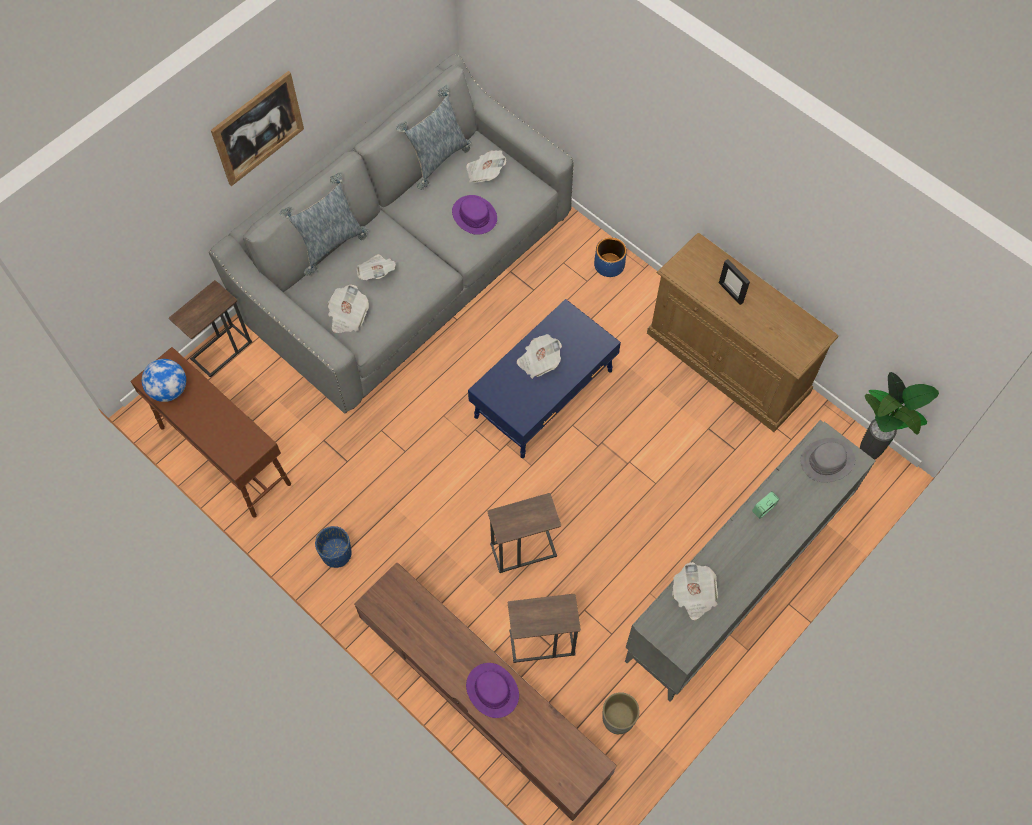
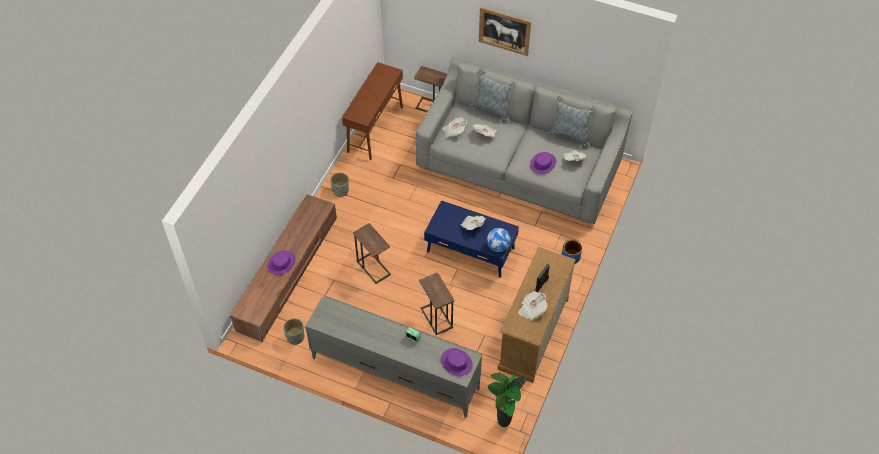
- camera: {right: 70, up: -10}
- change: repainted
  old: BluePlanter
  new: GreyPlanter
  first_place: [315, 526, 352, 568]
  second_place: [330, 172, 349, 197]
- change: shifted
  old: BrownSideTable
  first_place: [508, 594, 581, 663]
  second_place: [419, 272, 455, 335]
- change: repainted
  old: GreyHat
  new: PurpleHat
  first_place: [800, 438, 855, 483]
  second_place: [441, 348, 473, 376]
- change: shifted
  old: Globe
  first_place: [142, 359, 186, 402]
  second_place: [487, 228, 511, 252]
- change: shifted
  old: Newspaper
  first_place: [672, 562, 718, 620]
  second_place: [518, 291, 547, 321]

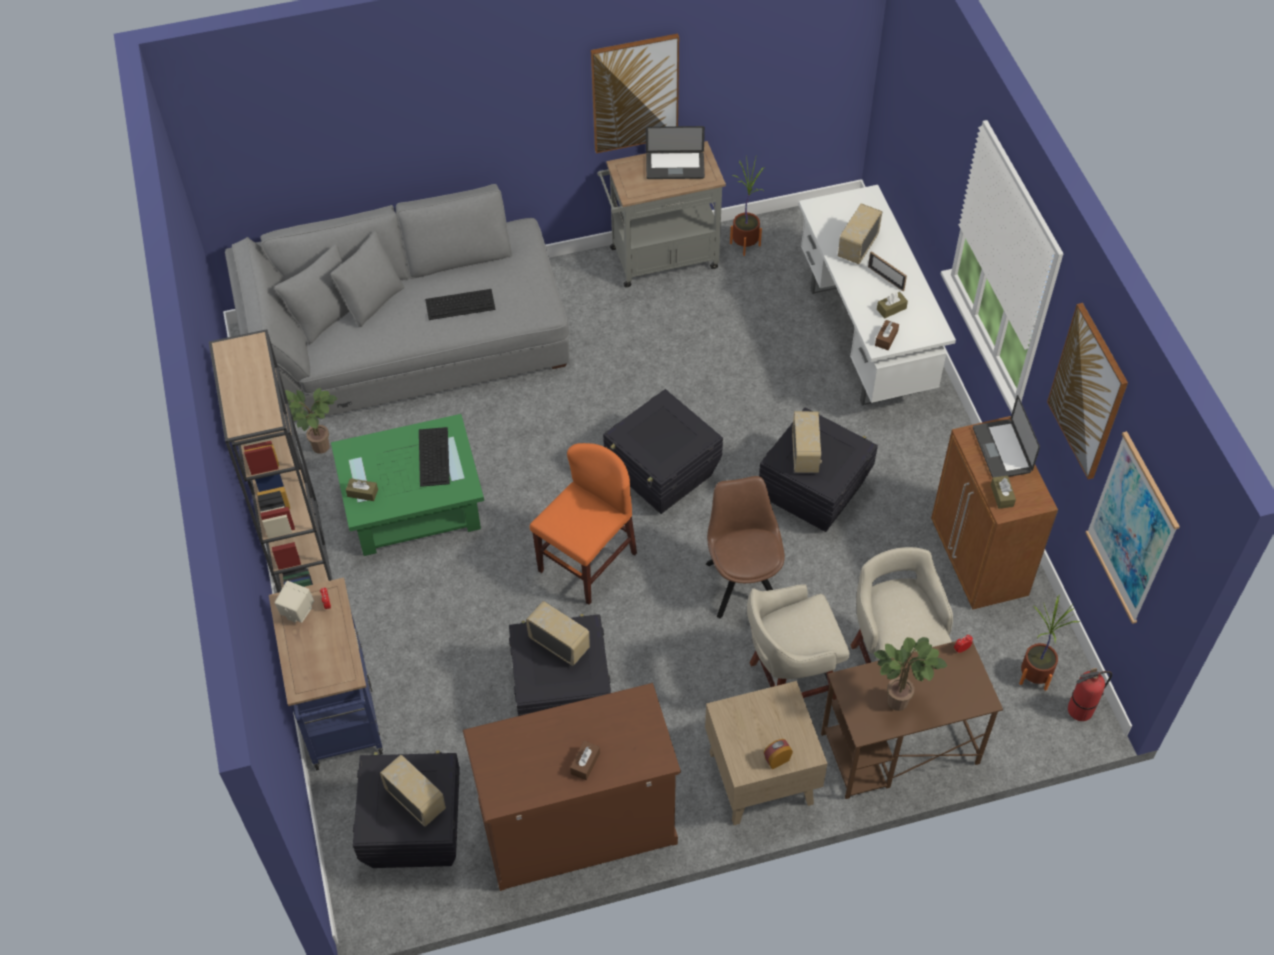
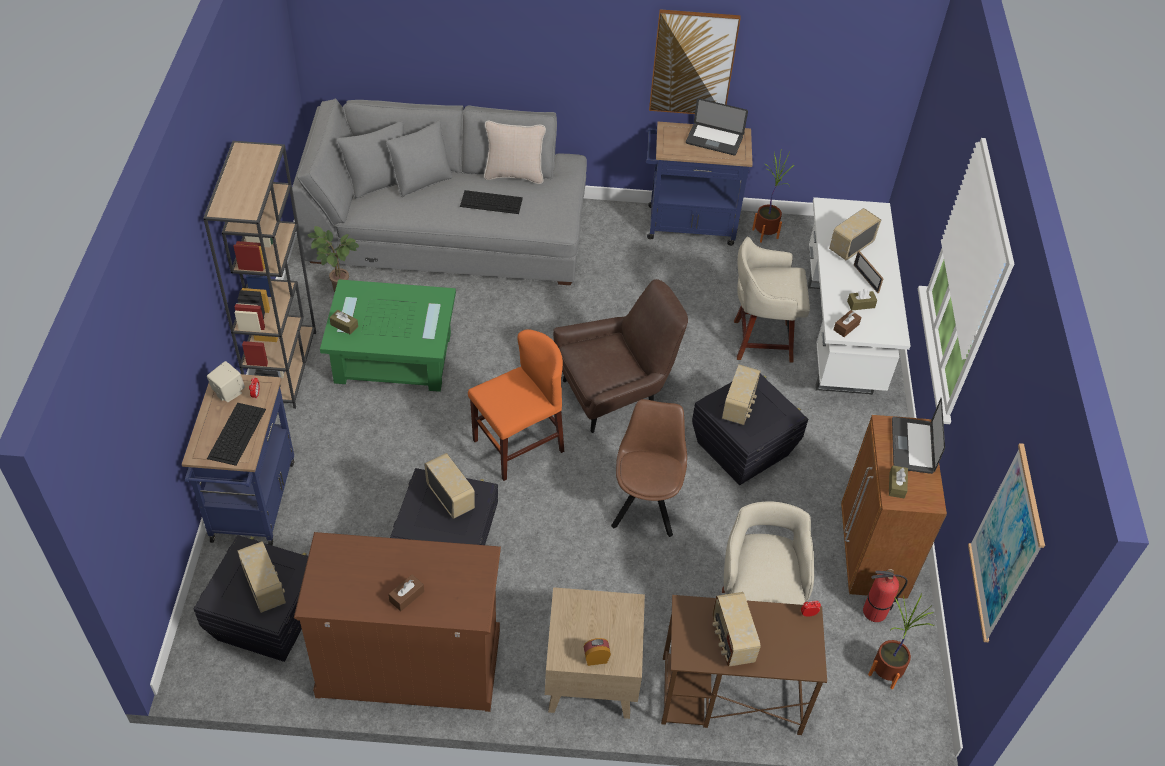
- camera: {right: 15, up: -5}
- change: shifted
  old: Keyboard
  first_place: [419, 427, 450, 487]
  second_place: [207, 403, 266, 466]
- change: new
  new: BeigePillow
  second_place: [484, 121, 546, 184]
- change: swapped
  old: BlackStorageBox
  new: BrownArmchair
  first_place: [603, 389, 723, 514]
  second_place: [553, 279, 688, 433]
- change: repainted
  old: GreyCart
  new: BlueCart
  first_place: [597, 141, 726, 288]
  second_place: [646, 122, 753, 246]
- change: swapped
  old: PottedPlant
  new: Radio
  first_place: [874, 637, 947, 711]
  second_place: [712, 592, 760, 667]
- change: shifted
  old: BeigeStool
  first_place: [747, 584, 849, 700]
  second_place: [734, 237, 810, 363]
- change: shifted
  old: FireExtinguisher
  first_place: [1068, 668, 1112, 721]
  second_place: [863, 569, 908, 622]
- change: gone
  old: Picture
  first_place: [1047, 303, 1128, 479]

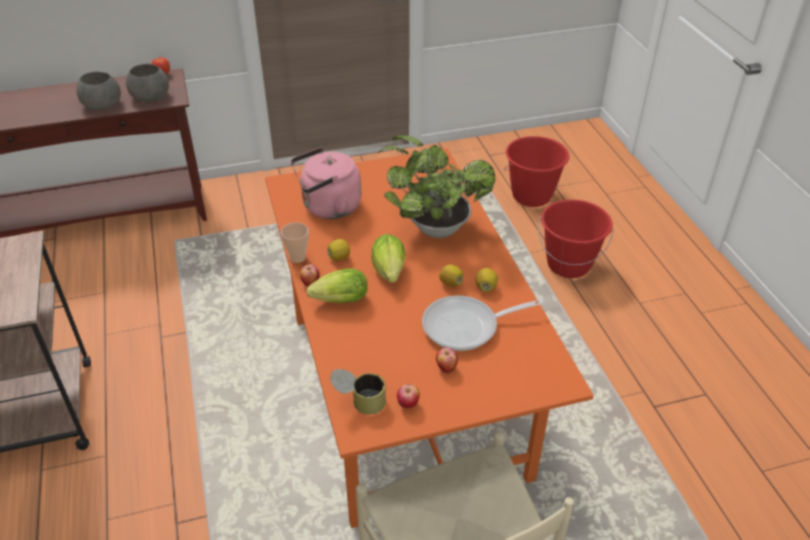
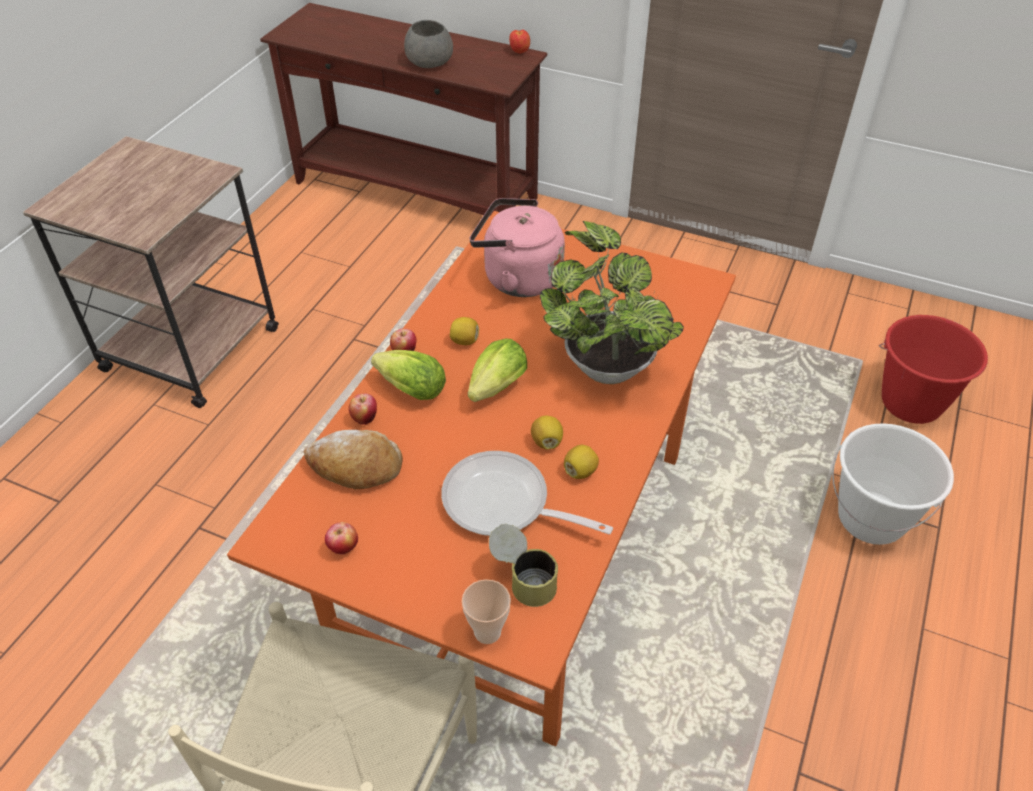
- camera: {right: 40, up: 5}
- change: new
  new: Bread
  second_place: [304, 430, 403, 489]
- change: shifted
  old: Apple
  first_place: [436, 348, 458, 373]
  second_place: [349, 394, 377, 425]
- change: shifted
  old: Cup
  first_place: [281, 222, 309, 263]
  second_place: [462, 579, 511, 644]
- change: shifted
  old: Can
  first_place: [330, 369, 386, 415]
  second_place: [489, 524, 558, 607]
- change: repainted
  old: RedBucket
  new: WhiteBucket
  first_place: [538, 199, 614, 278]
  second_place: [832, 423, 954, 545]
- change: gone
  old: GreyBowl
  first_place: [126, 64, 169, 102]

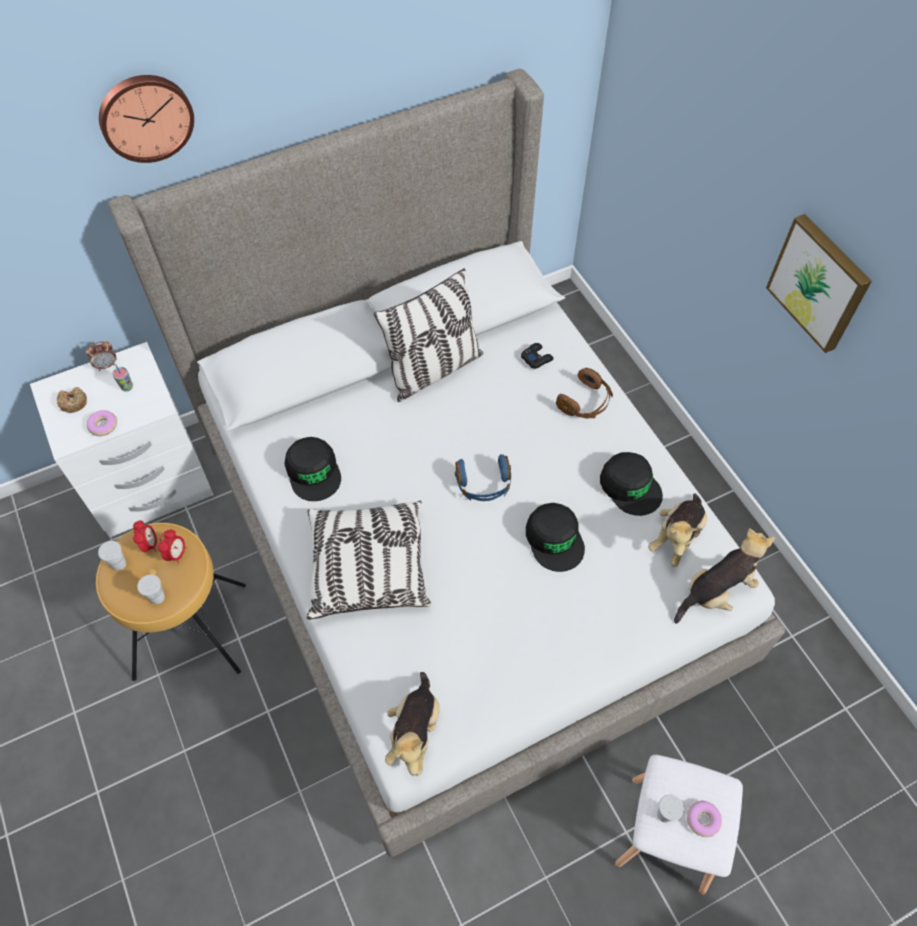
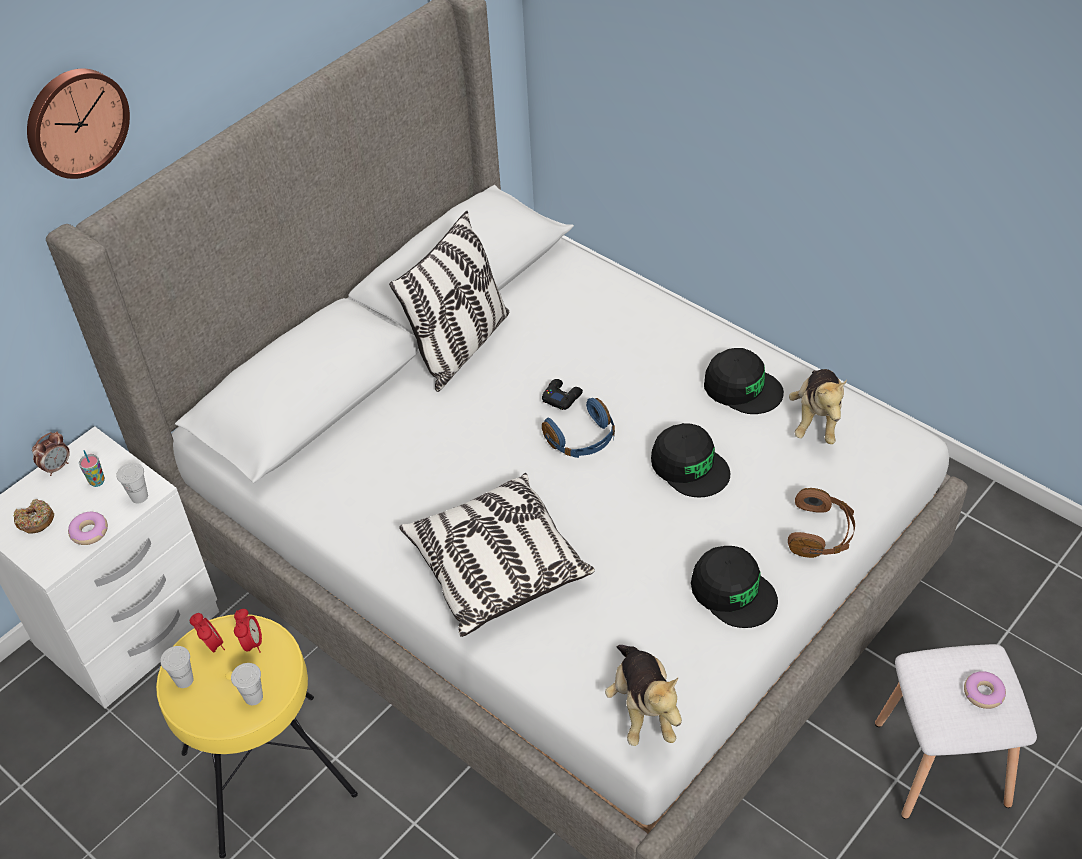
- camera: {right: -20, up: -10}
- change: shifted
  old: WhiteCup
  first_place: [657, 795, 684, 823]
  second_place: [116, 463, 148, 503]
- change: repainted
  old: BrownStool
  new: YellowStool
  first_place: [96, 523, 246, 681]
  second_place: [156, 614, 358, 858]
- change: shifted
  old: BlackGameController
  first_place: [521, 343, 554, 369]
  second_place: [542, 379, 583, 410]
- change: shifted
  old: BlackCap
  first_place: [284, 437, 341, 501]
  second_place: [691, 546, 778, 628]
- change: shifted
  old: BrownHeadphones
  first_place: [556, 368, 613, 418]
  second_place: [788, 488, 855, 558]
- change: gone
  old: PlushToy
  first_place: [674, 528, 775, 624]
- change: gone
  old: Picture
  first_place: [766, 214, 872, 353]

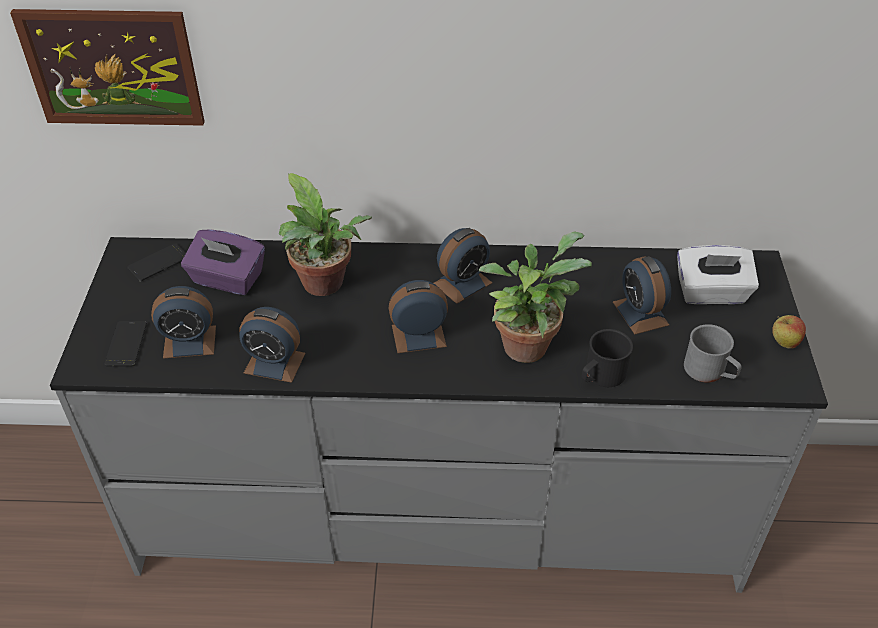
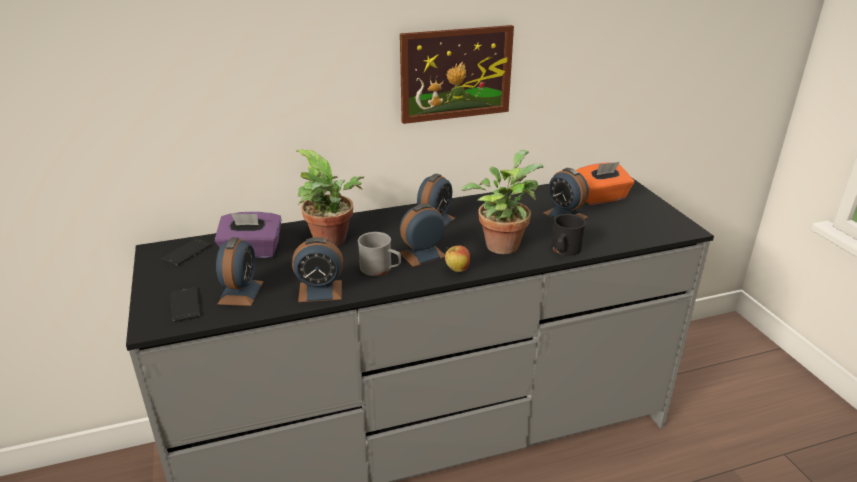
- camera: {right: -20, up: -15}
- change: rotated
  old: AlarmClock
  first_place: [151, 286, 216, 358]
  second_place: [216, 237, 263, 306]
  degrees: -60
- change: shifted
  old: GreyMug
  first_place: [684, 324, 742, 383]
  second_place: [358, 232, 401, 276]
- change: shifted
  old: Picture
  first_place: [10, 9, 205, 126]
  second_place: [400, 25, 514, 124]
- change: shifted
  old: Apple
  first_place: [772, 315, 806, 349]
  second_place: [445, 245, 470, 272]
- change: repainted
  old: WhiteTissueBox
  new: OrangeTissueBox
  first_place: [677, 245, 759, 304]
  second_place: [576, 162, 634, 205]

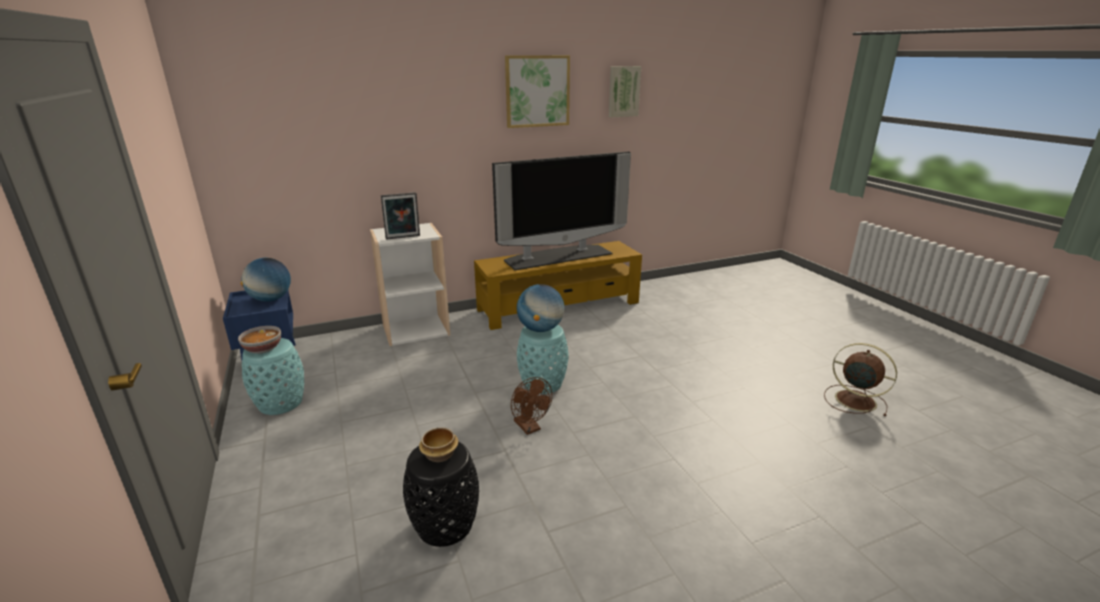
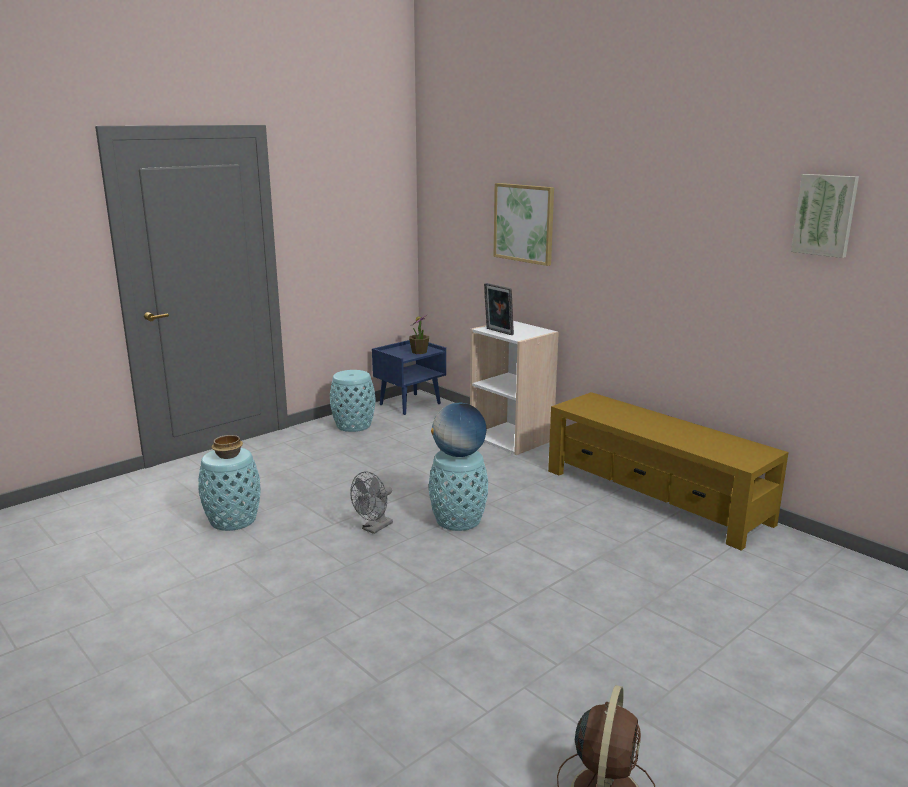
- camera: {right: 70, up: -5}
- change: repainted
  old: BlackStool
  new: TurquoiseStool
  first_place: [403, 442, 479, 547]
  second_place: [198, 448, 261, 531]
- change: repainted
  old: BrownFan
  new: GreyFan
  first_place: [511, 377, 552, 435]
  second_place: [350, 472, 393, 534]
- change: swapped
  old: Globe
  new: PottedPlant
  first_place: [241, 258, 291, 302]
  second_place: [409, 315, 429, 354]
- change: shifted
  old: Picture
  first_place: [505, 55, 570, 128]
  second_place: [493, 183, 554, 266]
- change: gone
  old: Bowl
  first_place: [238, 326, 281, 354]
- change: gone
  old: Television
  first_place: [492, 151, 631, 270]

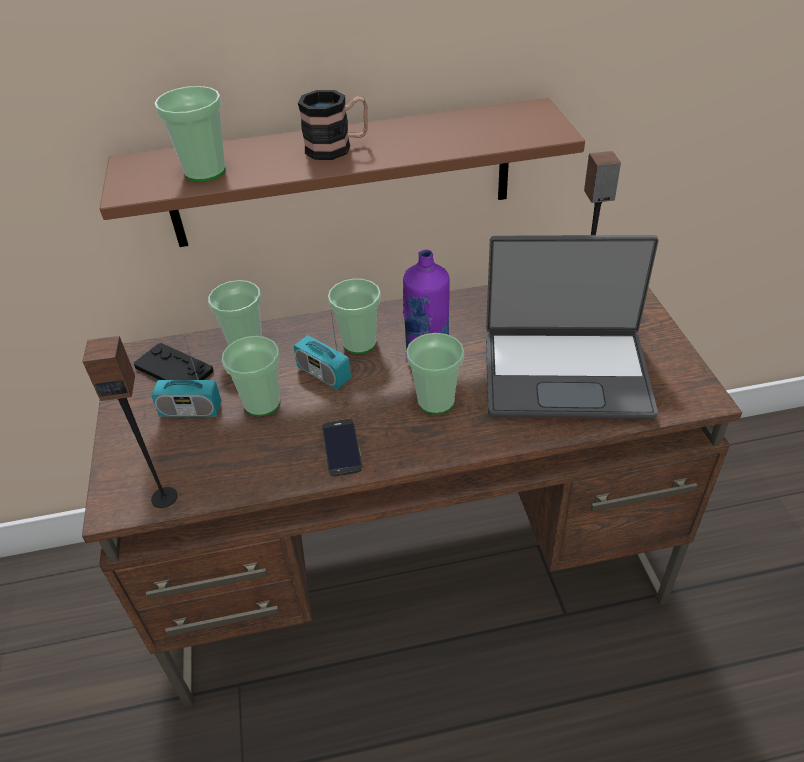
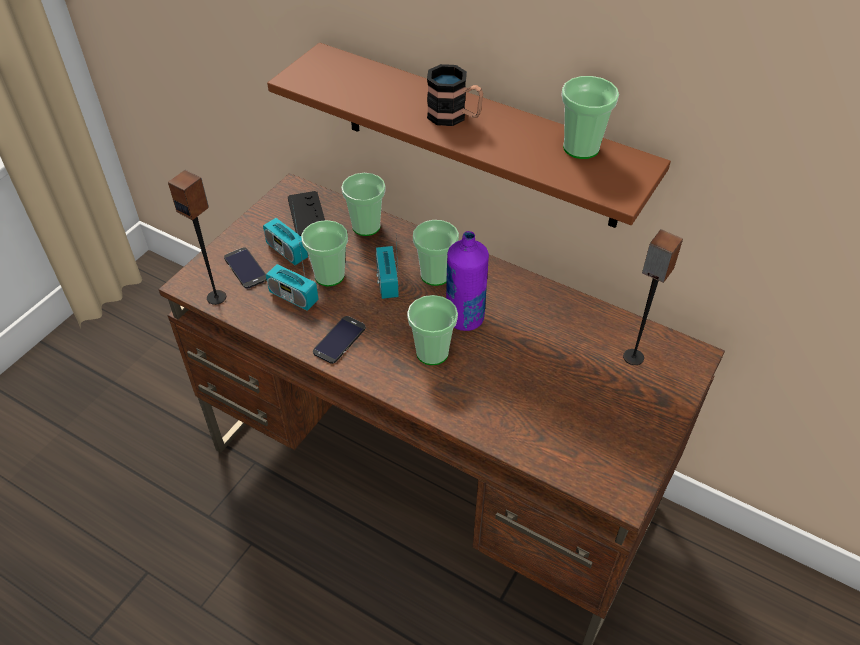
- camera: {right: 40, up: 5}
- change: new
  new: Phone
  second_place: [224, 248, 267, 288]
- change: new
  new: Radio
  second_place: [266, 242, 318, 311]
- change: shifted
  old: Cup
  first_place: [154, 86, 226, 182]
  second_place: [562, 76, 619, 159]
- change: gone
  old: Laptop
  first_place: [486, 235, 659, 419]

